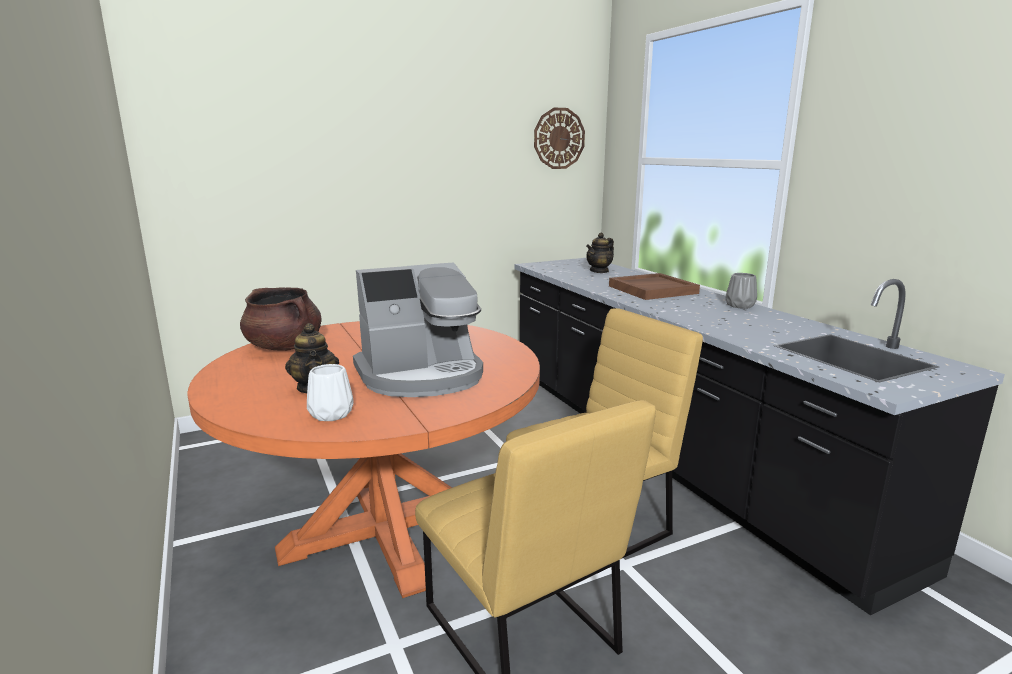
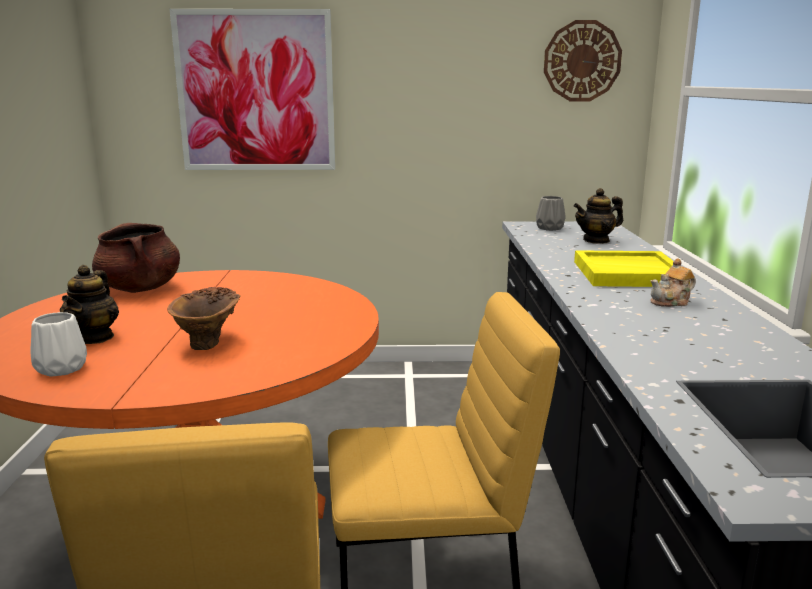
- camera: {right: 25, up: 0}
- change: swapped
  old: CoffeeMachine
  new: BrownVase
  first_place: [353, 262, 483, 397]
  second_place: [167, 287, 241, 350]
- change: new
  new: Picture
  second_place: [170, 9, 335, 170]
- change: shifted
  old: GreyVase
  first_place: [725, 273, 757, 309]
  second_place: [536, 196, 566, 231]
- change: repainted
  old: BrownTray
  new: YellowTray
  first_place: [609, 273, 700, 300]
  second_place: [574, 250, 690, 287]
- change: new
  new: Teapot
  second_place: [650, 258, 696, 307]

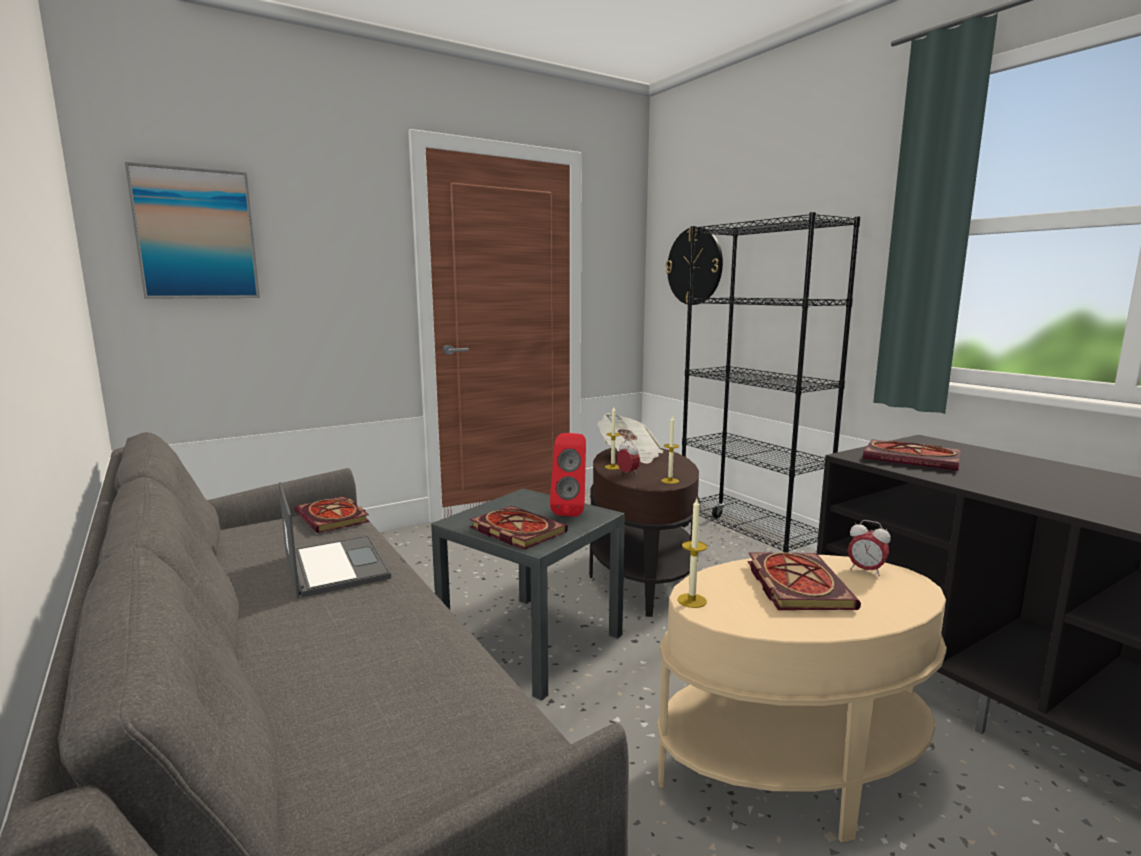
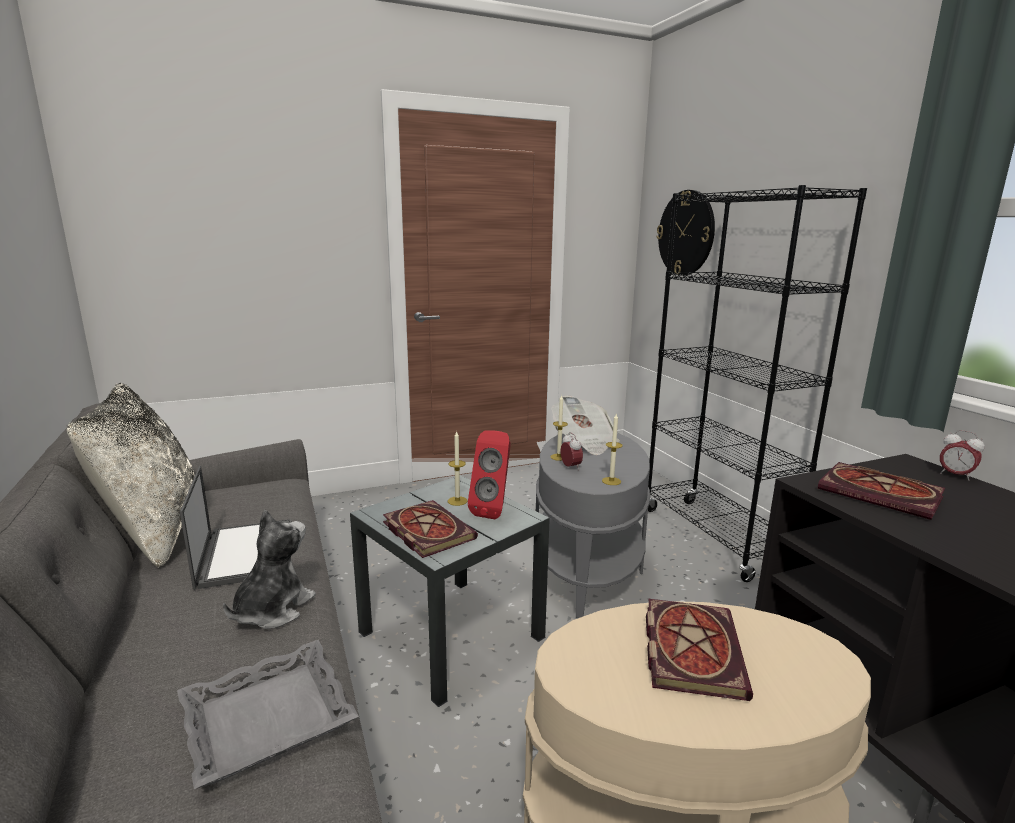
- camera: {right: 10, up: 5}
- change: new
  new: BeigePillow
  second_place: [67, 383, 195, 567]
- change: new
  new: GreyTray
  second_place: [177, 640, 359, 789]
- change: new
  new: PlushToy
  second_place: [223, 510, 316, 629]
- change: shifted
  old: Candle
  first_place: [678, 499, 707, 608]
  second_place: [448, 430, 467, 506]
- change: repainted
  old: BrownSideTable
  new: GreySideTable
  first_place: [589, 448, 701, 617]
  second_place: [536, 433, 650, 618]
- change: shifted
  old: AlarmClock
  first_place: [848, 520, 891, 577]
  second_place: [940, 430, 985, 481]
- change: gone
  old: Picture
  first_place: [125, 162, 260, 299]
- change: gone
  old: Book
  first_place: [294, 496, 370, 533]

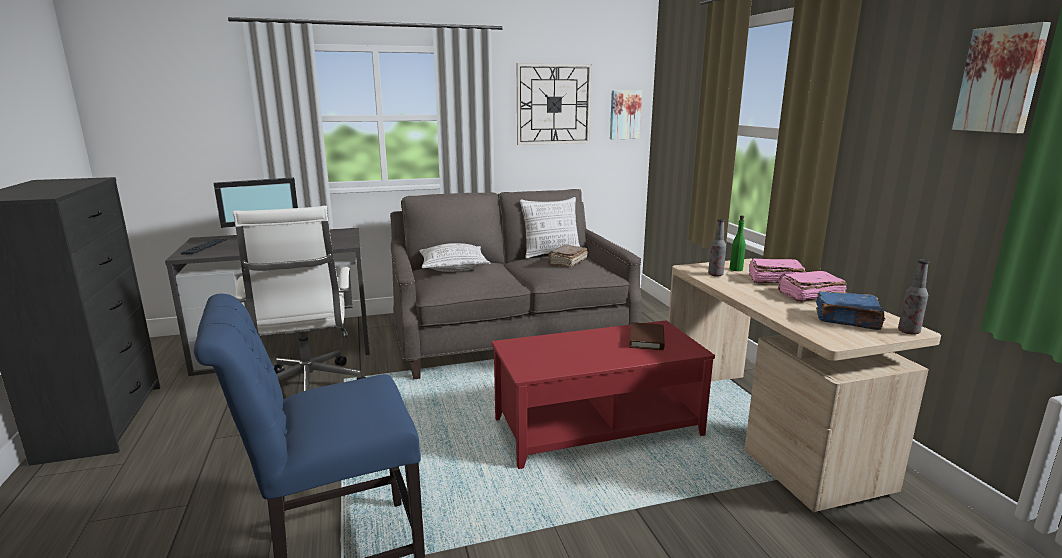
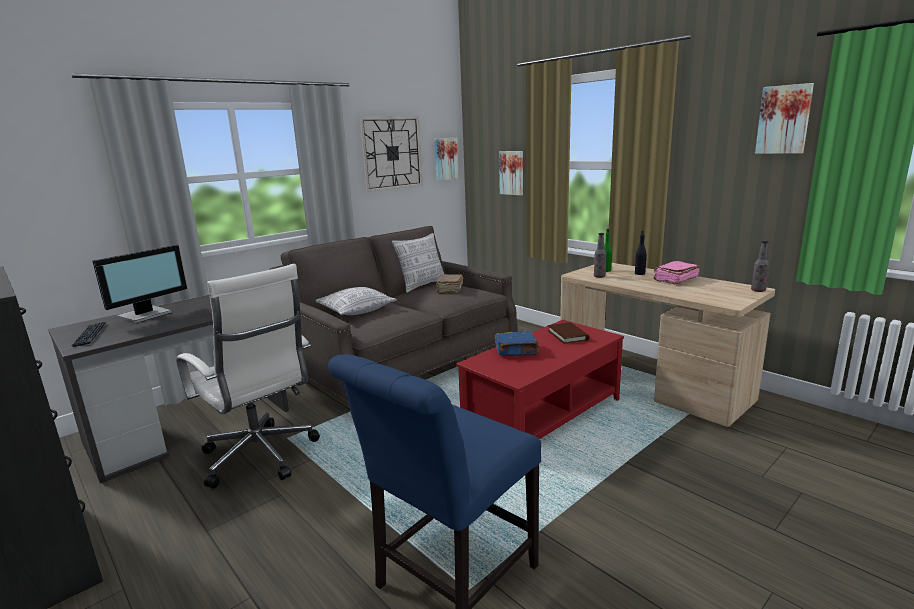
- camera: {right: -25, up: 0}
- change: shifted
  old: BlueBook
  first_place: [816, 291, 885, 330]
  second_place: [495, 330, 539, 356]
- change: new
  new: Picture
  second_place: [499, 151, 523, 195]
- change: swapped
  old: PinkBook
  new: BlackBottle
  first_place: [749, 258, 805, 283]
  second_place: [635, 231, 647, 275]

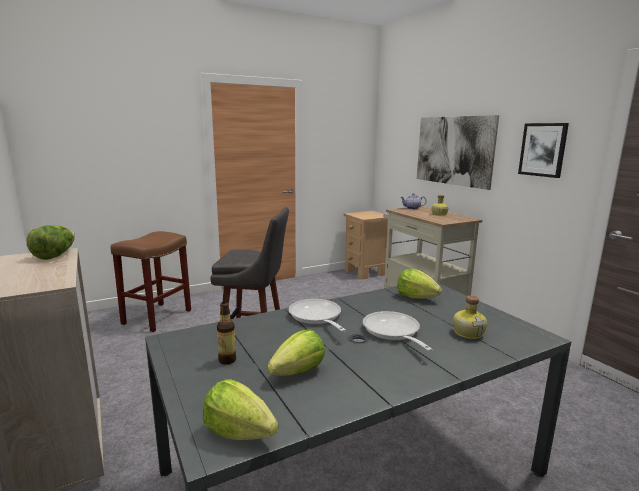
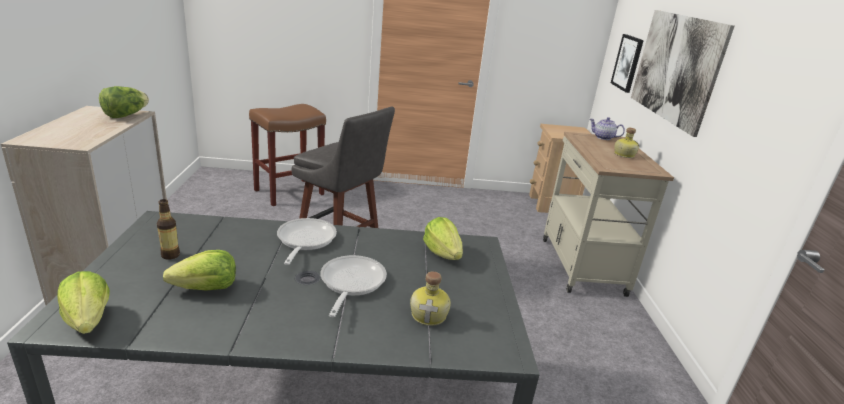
- camera: {right: 25, up: 10}
- change: shifted
  old: Picture
  first_place: [518, 123, 569, 178]
  second_place: [611, 34, 644, 93]

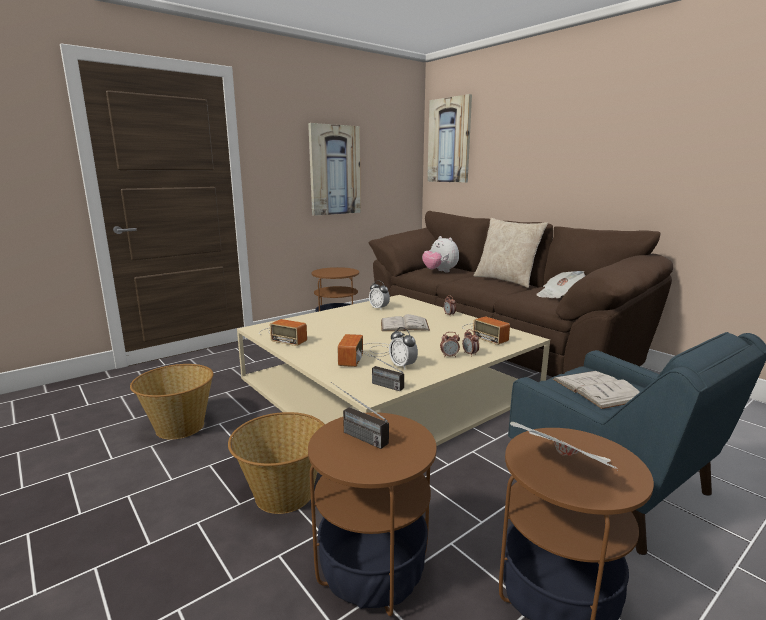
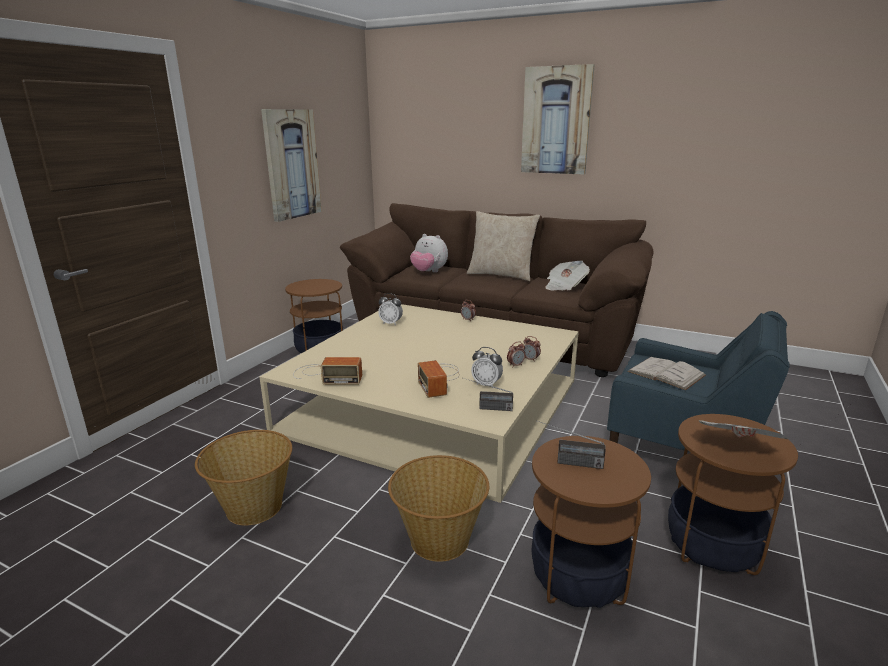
- camera: {right: -25, up: 5}
- change: shifted
  old: Picture
  first_place: [427, 94, 472, 183]
  second_place: [521, 64, 595, 175]
- change: gone
  old: WhiteBook
  first_place: [381, 314, 430, 331]
- change: gone
  old: Radio
  first_place: [462, 316, 510, 345]

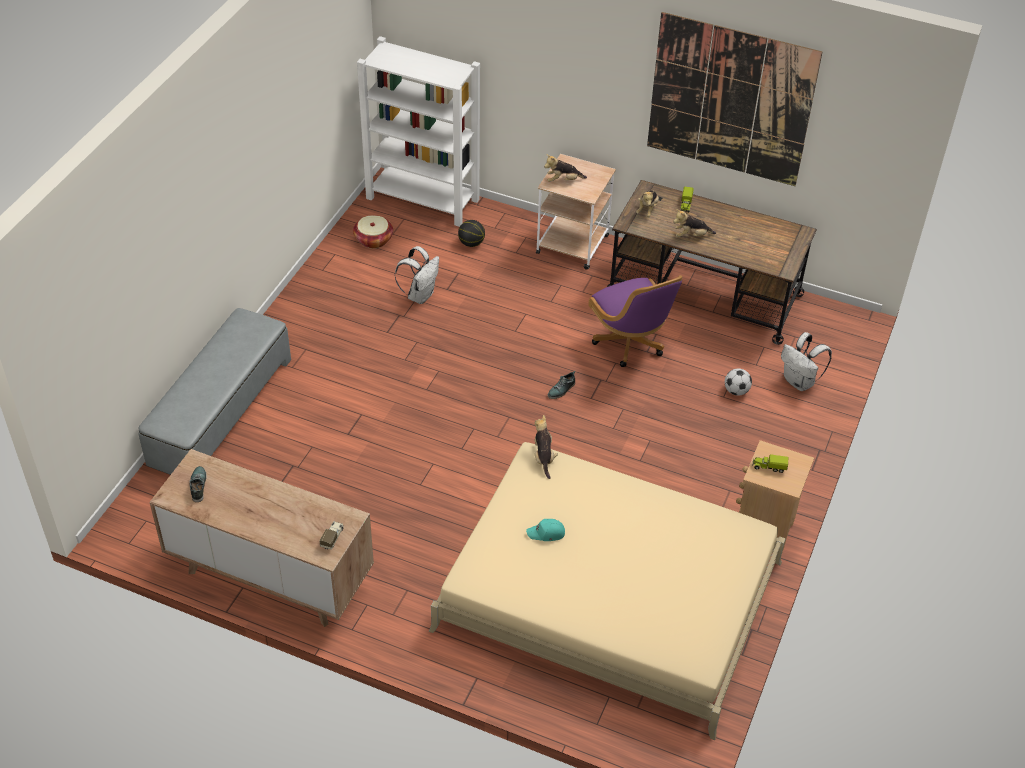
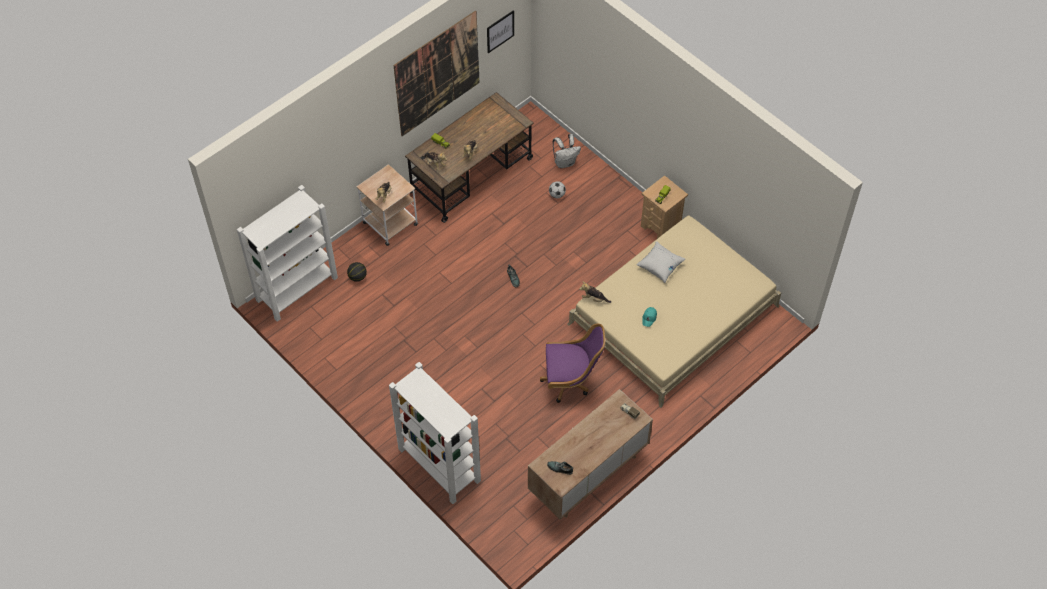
- camera: {right: -65, up: 10}
- change: swapped
  old: GreyBench
  new: WhiteBookcase
  first_place: [138, 308, 291, 475]
  second_place: [389, 362, 481, 504]
- change: new
  new: Picture
  second_place: [487, 10, 514, 53]
- change: shifted
  old: PurpleOfficeChair
  first_place: [588, 275, 682, 367]
  second_place: [540, 324, 605, 403]
- change: new
  new: GreyPillow
  second_place: [636, 241, 685, 283]
- change: gone
  old: Basket
  first_place: [353, 215, 393, 248]
- change: gone
  old: WhiteBackpack
  first_place: [395, 246, 439, 304]

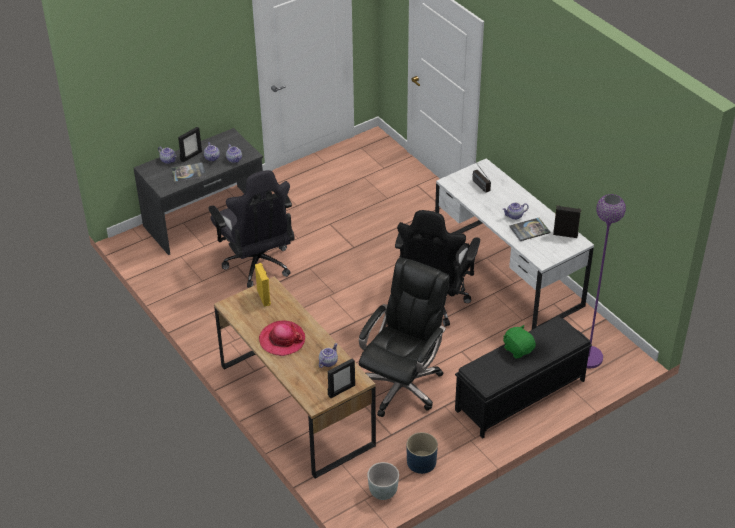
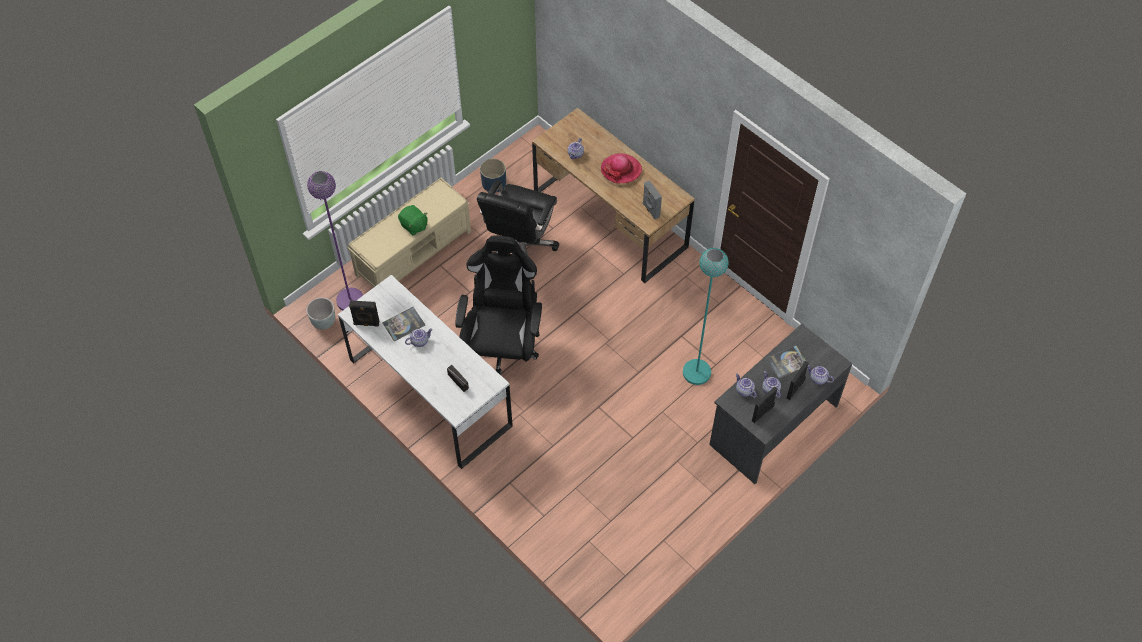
- camera: {right: 170, up: 15}
- change: shifted
  old: GreyPlanter
  first_place: [367, 462, 399, 500]
  second_place: [306, 298, 335, 330]
- change: repainted
  old: BlackBench
  new: BeigeBench
  first_place: [455, 316, 592, 438]
  second_place: [347, 178, 471, 288]
- change: repainted
  old: YellowSpeaker
  new: GreySpeaker
  first_place: [255, 263, 271, 307]
  second_place: [643, 180, 662, 220]
- change: swapped
  old: BlackOfficeChair
  new: TurquoiseFloorLamp
  first_place: [208, 170, 295, 288]
  second_place: [683, 248, 729, 385]
- change: shifted
  old: PictureFrame
  first_place: [328, 358, 355, 398]
  second_place: [752, 386, 777, 423]

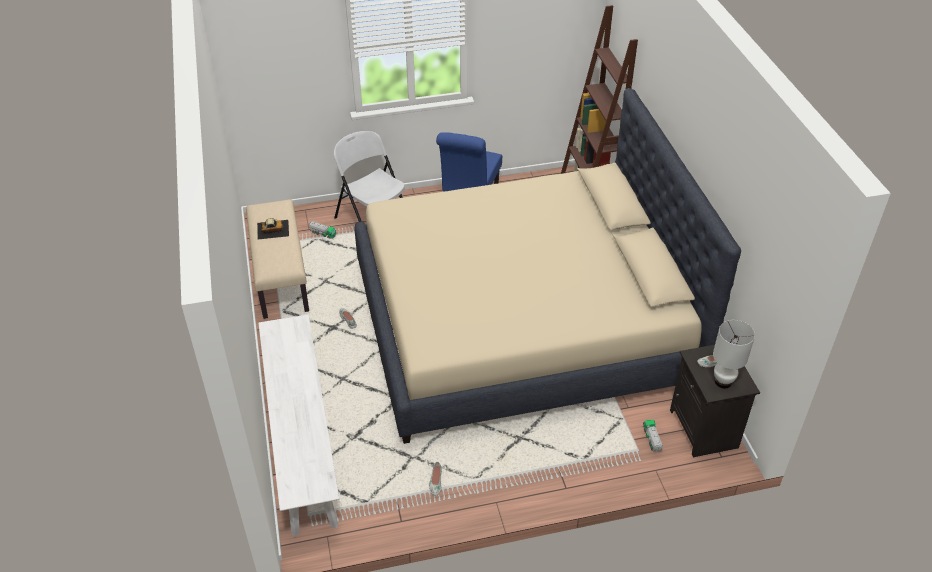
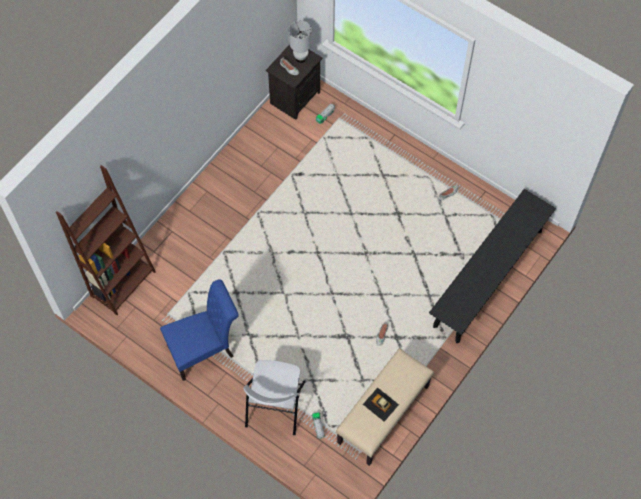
- camera: {right: -130, up: 20}
- change: repainted
  old: WhiteBench
  new: BlackBench
  first_place: [259, 314, 339, 537]
  second_place: [429, 189, 556, 343]
- change: gone
  old: BeigeBed
  first_place: [354, 88, 741, 444]

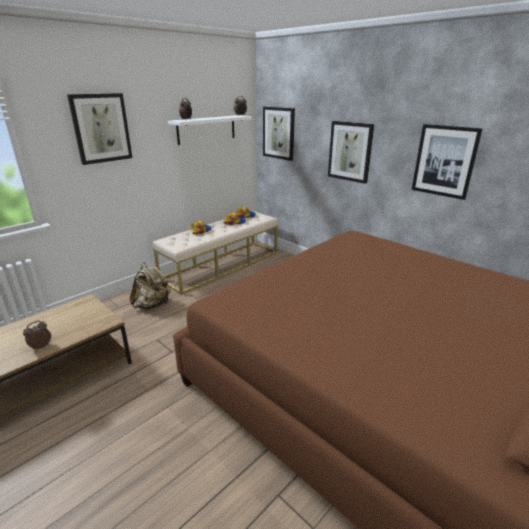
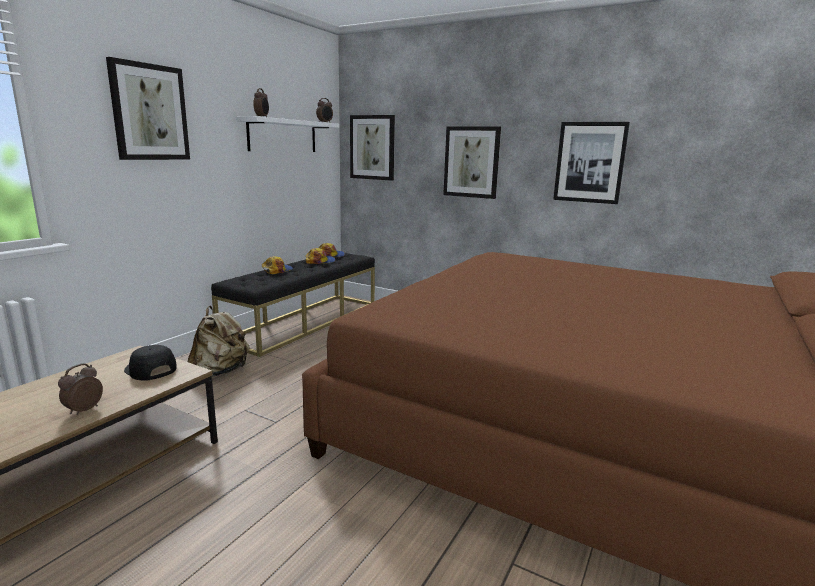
- camera: {right: -15, up: -10}
- change: new
  new: BlackCap
  second_place: [124, 345, 177, 381]
- change: repainted
  old: BeigeBench
  new: BlackBench
  first_place: [153, 211, 278, 295]
  second_place: [211, 253, 375, 357]

